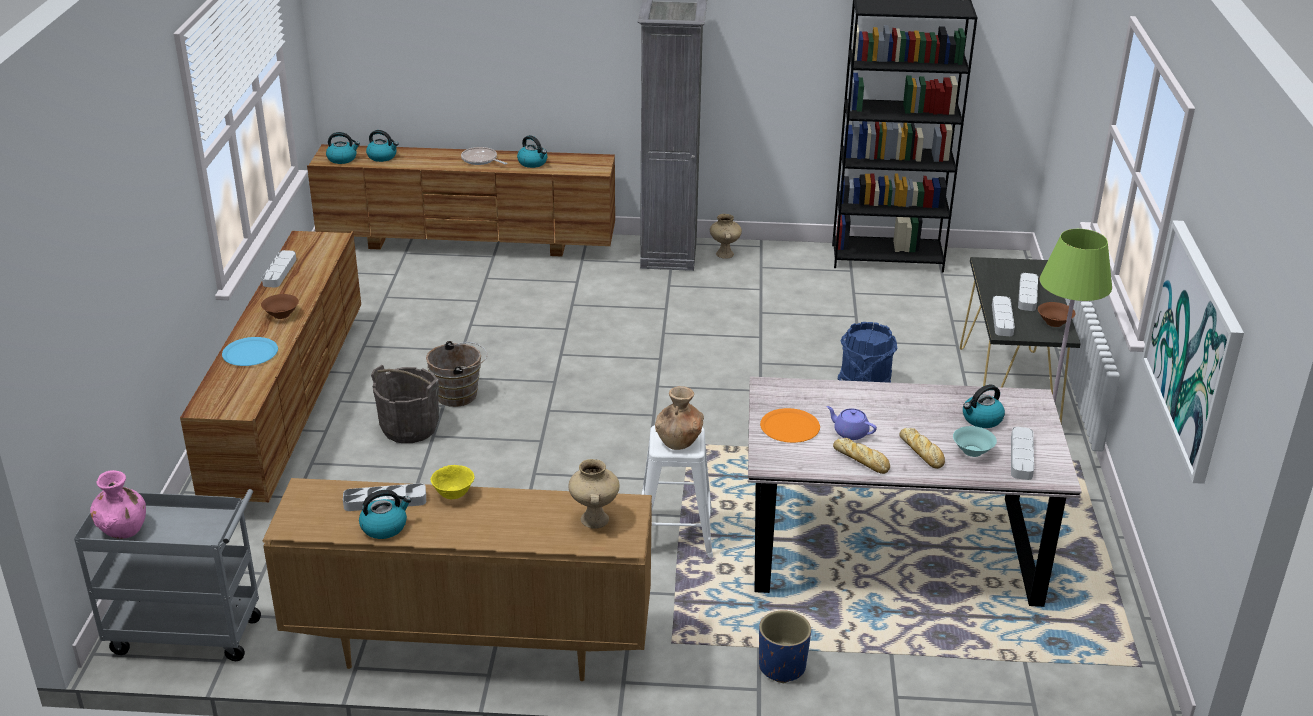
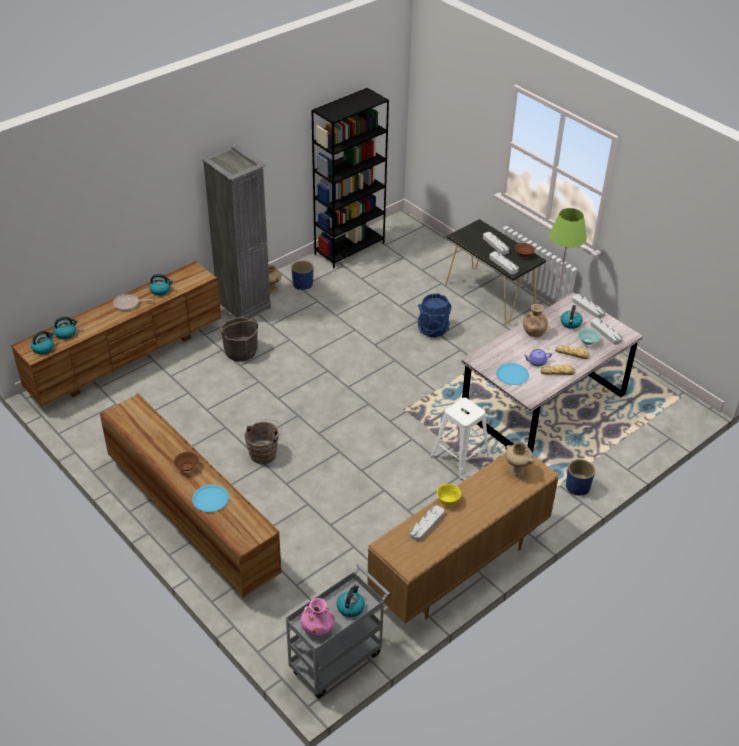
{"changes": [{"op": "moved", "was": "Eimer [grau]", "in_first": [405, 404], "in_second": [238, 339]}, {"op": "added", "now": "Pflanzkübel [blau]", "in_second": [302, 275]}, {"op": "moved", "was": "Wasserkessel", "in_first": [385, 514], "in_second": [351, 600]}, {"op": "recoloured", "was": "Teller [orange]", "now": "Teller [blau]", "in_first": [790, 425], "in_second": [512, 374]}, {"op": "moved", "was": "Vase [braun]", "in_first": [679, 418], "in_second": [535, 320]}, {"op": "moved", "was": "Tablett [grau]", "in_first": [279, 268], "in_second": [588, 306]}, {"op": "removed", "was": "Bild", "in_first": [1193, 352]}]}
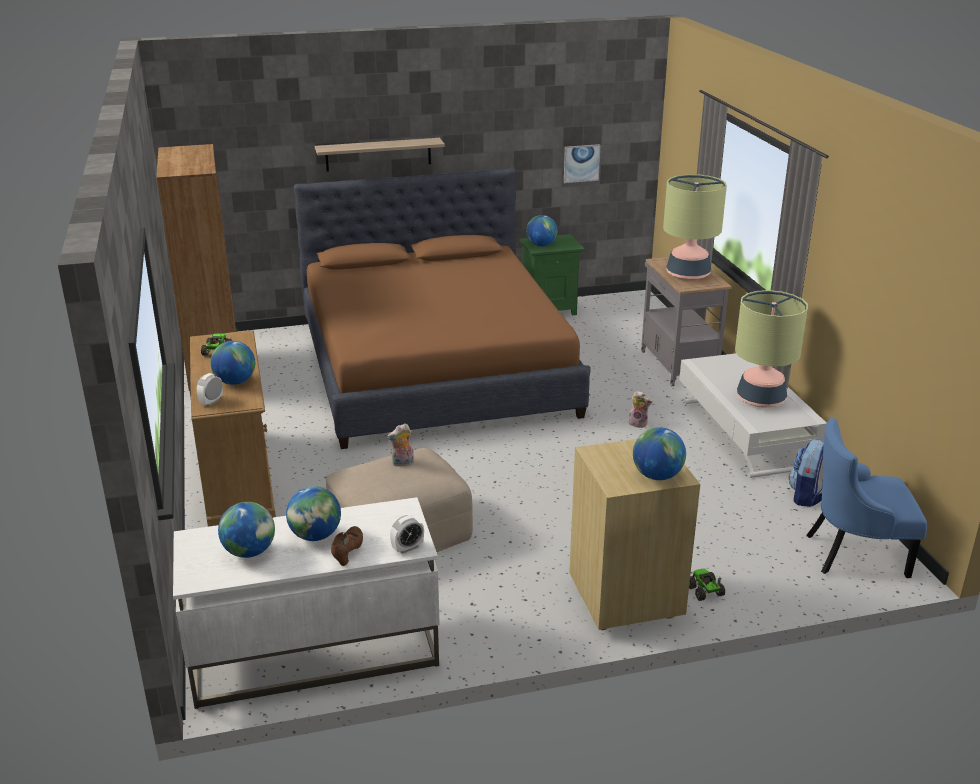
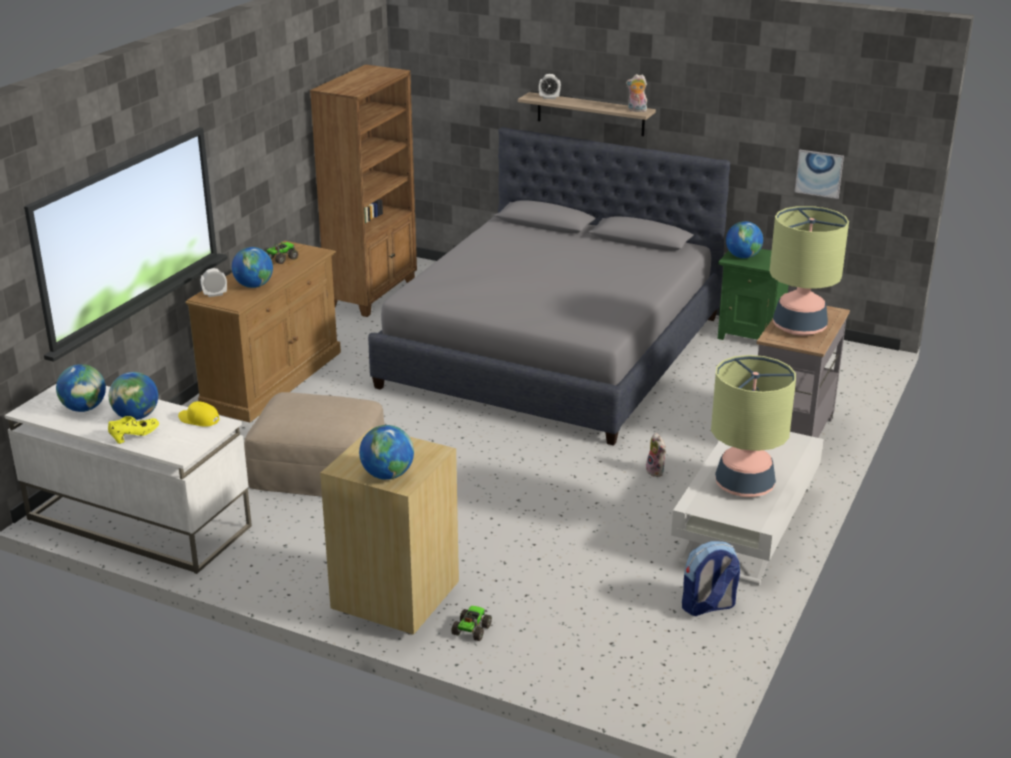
{"changes": [{"op": "recoloured", "was": "Schuh [braun]", "now": "Schuh [gelb]", "in_first": [347, 546], "in_second": [133, 430]}, {"op": "added", "now": "Kappe [gelb]", "in_second": [199, 414]}, {"op": "recoloured", "was": "Bett [braun]", "now": "Bett [grau]", "in_first": [442, 308], "in_second": [549, 286]}, {"op": "moved", "was": "Wecker", "in_first": [407, 534], "in_second": [550, 86]}, {"op": "moved", "was": "Plüschtier", "in_first": [400, 445], "in_second": [636, 93]}, {"op": "removed", "was": "Stuhl [blau]", "in_first": [866, 498]}]}
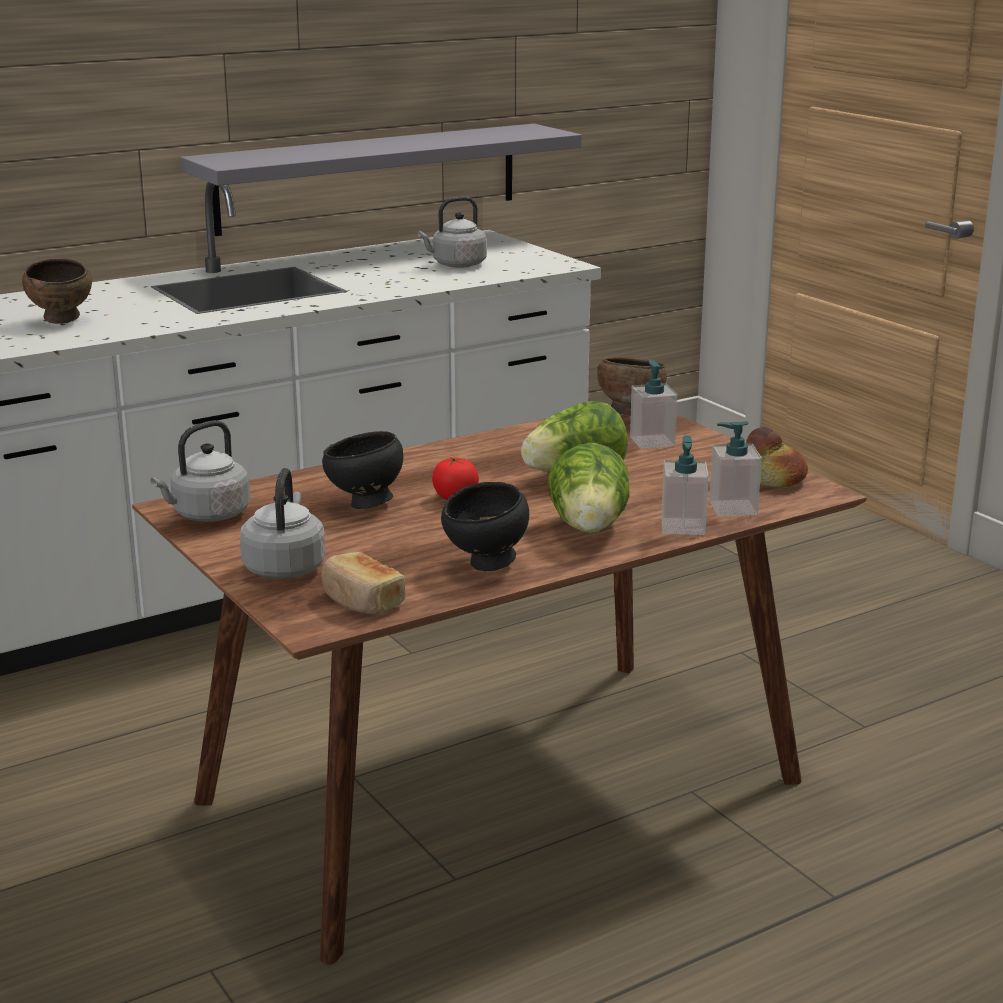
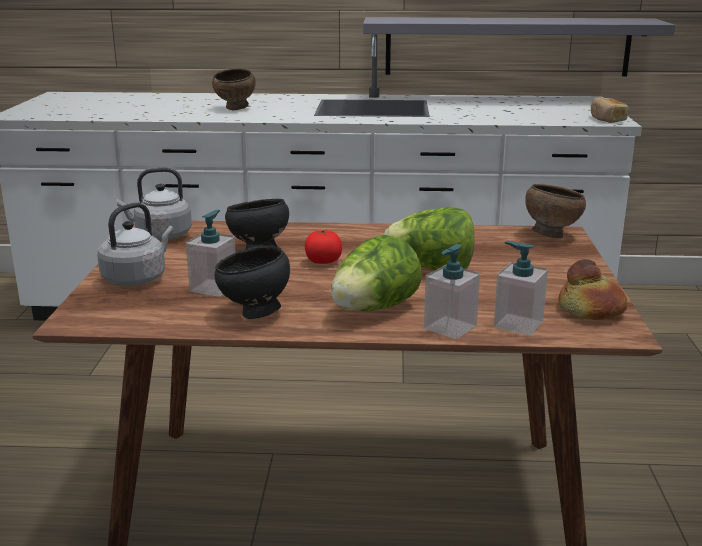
{"changes": [{"op": "moved", "was": "Seifenspender", "in_first": [654, 404], "in_second": [211, 253]}, {"op": "moved", "was": "Brot", "in_first": [363, 583], "in_second": [610, 110]}, {"op": "removed", "was": "Wasserkessel [grau]", "in_first": [452, 232]}]}
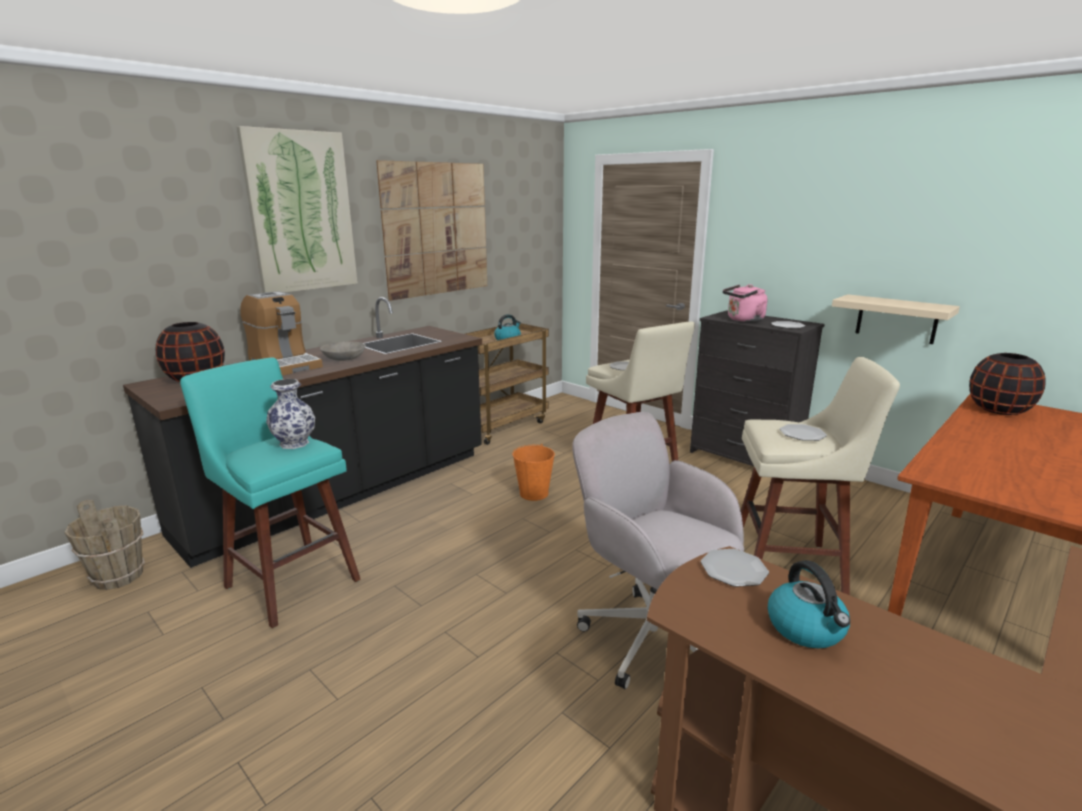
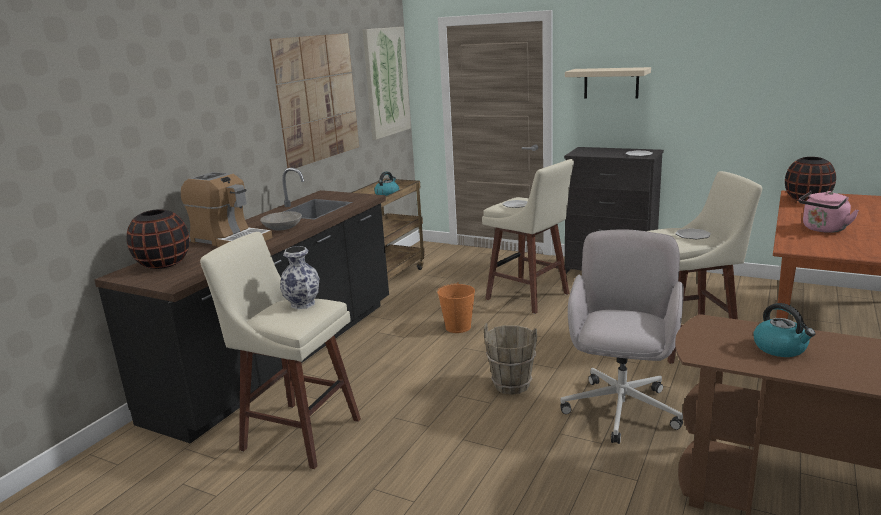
{"changes": [{"op": "recoloured", "was": "Hocker [türkis]", "now": "Hocker [beige]", "in_first": [270, 493], "in_second": [280, 350]}, {"op": "moved", "was": "Bild", "in_first": [297, 209], "in_second": [386, 83]}, {"op": "moved", "was": "Eimer [braun]", "in_first": [104, 545], "in_second": [510, 359]}, {"op": "turned", "was": "Bürostuhl [grau]", "in_first": [658, 550], "in_second": [622, 337], "clockwise": 75}, {"op": "moved", "was": "Wandregal [beige]", "in_first": [896, 319], "in_second": [608, 83]}, {"op": "moved", "was": "Wasserkessel [rosa]", "in_first": [745, 303], "in_second": [829, 212]}, {"op": "removed", "was": "Teller", "in_first": [735, 568]}]}
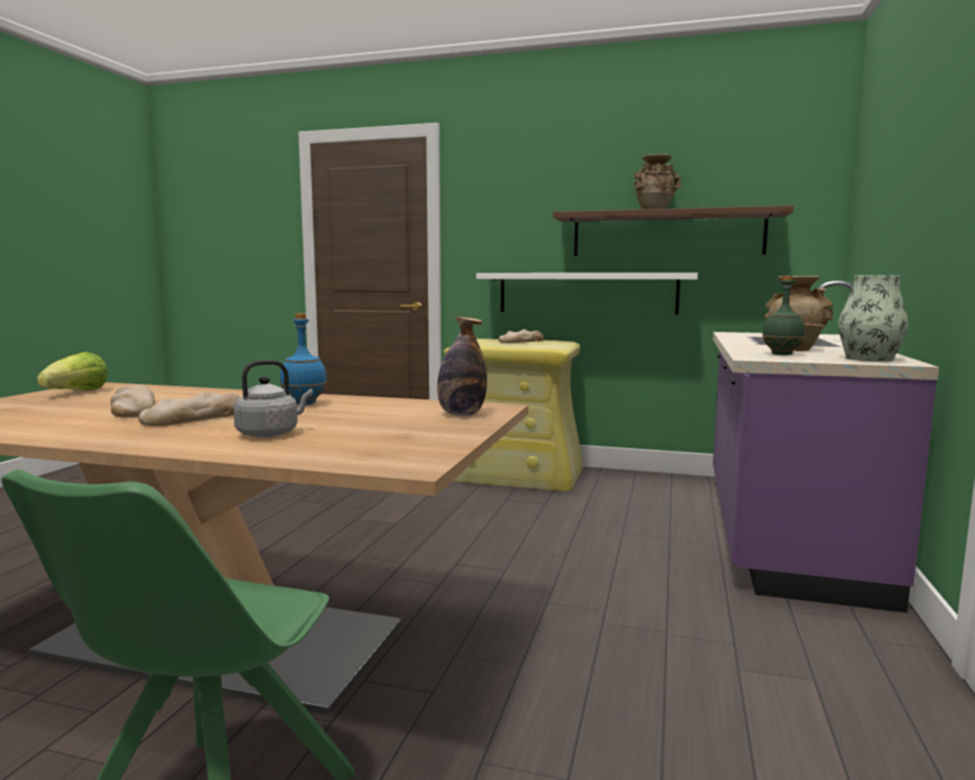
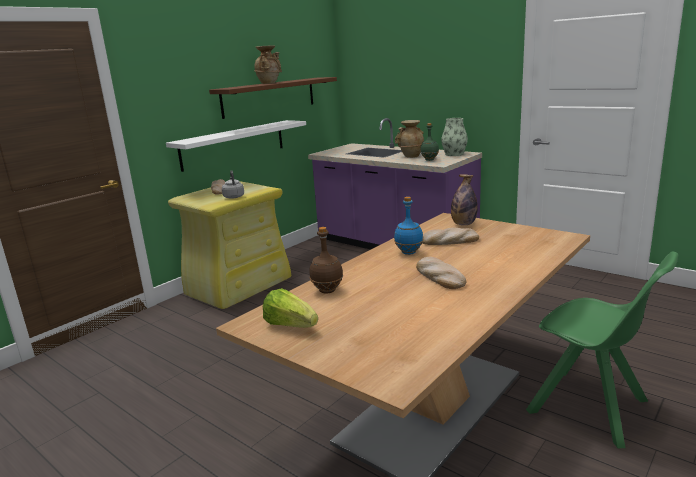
{"changes": [{"op": "moved", "was": "Wasserkessel [grau]", "in_first": [273, 399], "in_second": [233, 184]}, {"op": "added", "now": "Flasche [braun]", "in_second": [326, 260]}, {"op": "moved", "was": "Brot", "in_first": [133, 401], "in_second": [450, 236]}]}
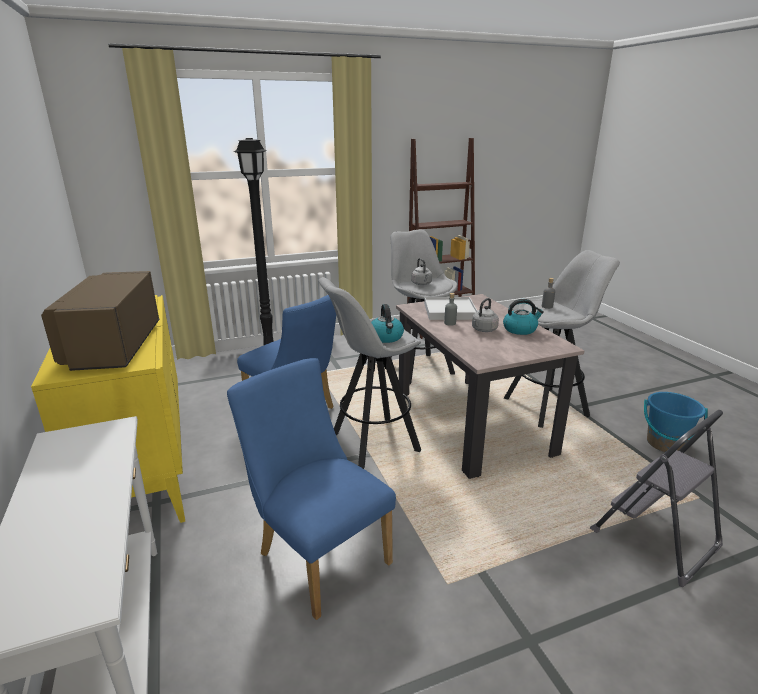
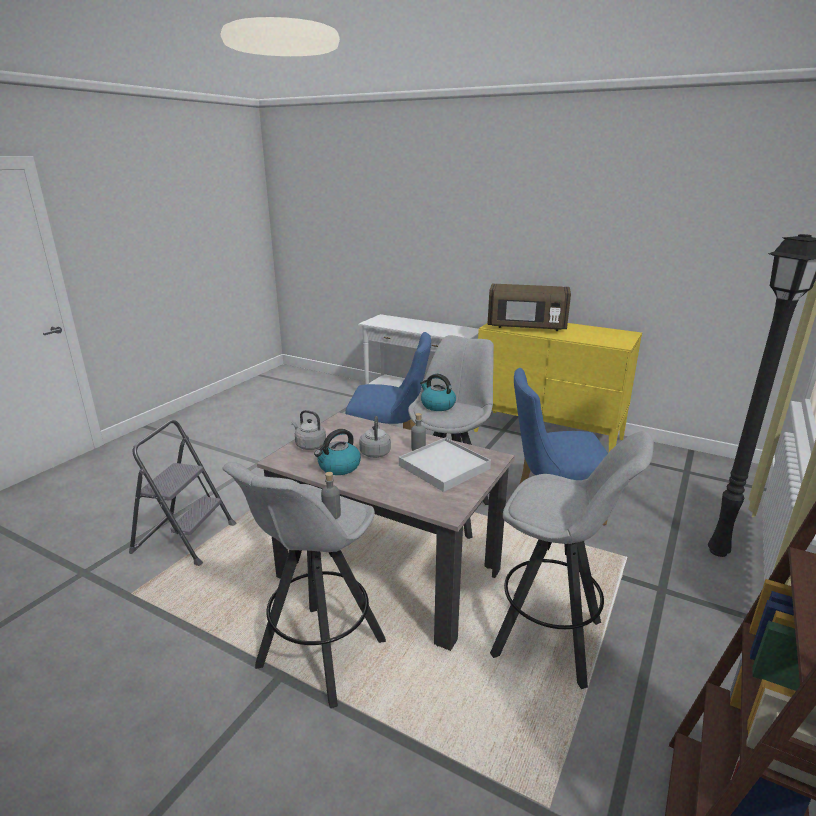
{"changes": [{"op": "moved", "was": "Wasserkessel [grau]", "in_first": [421, 271], "in_second": [309, 430]}, {"op": "turned", "was": "Mikrowelle [braun]", "in_first": [100, 321], "in_second": [529, 307], "clockwise": 150}, {"op": "removed", "was": "Eimer [blau]", "in_first": [676, 422]}]}
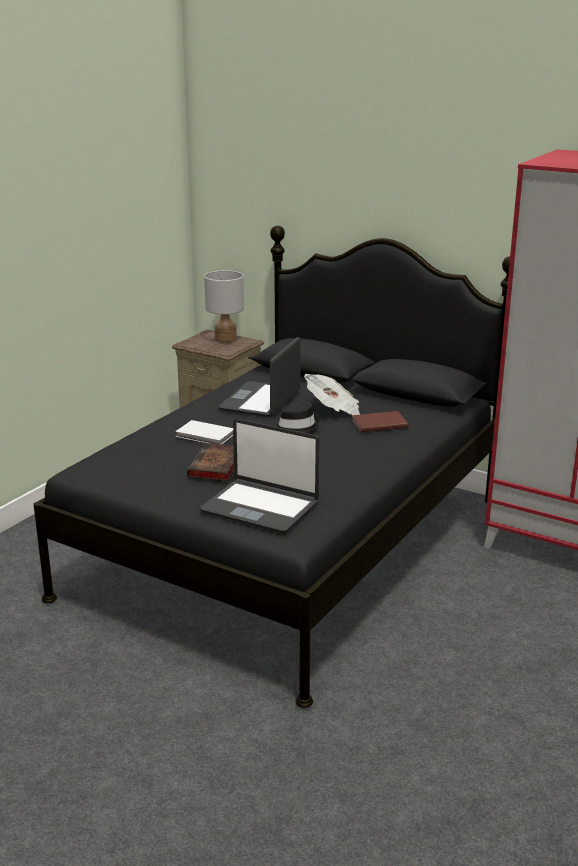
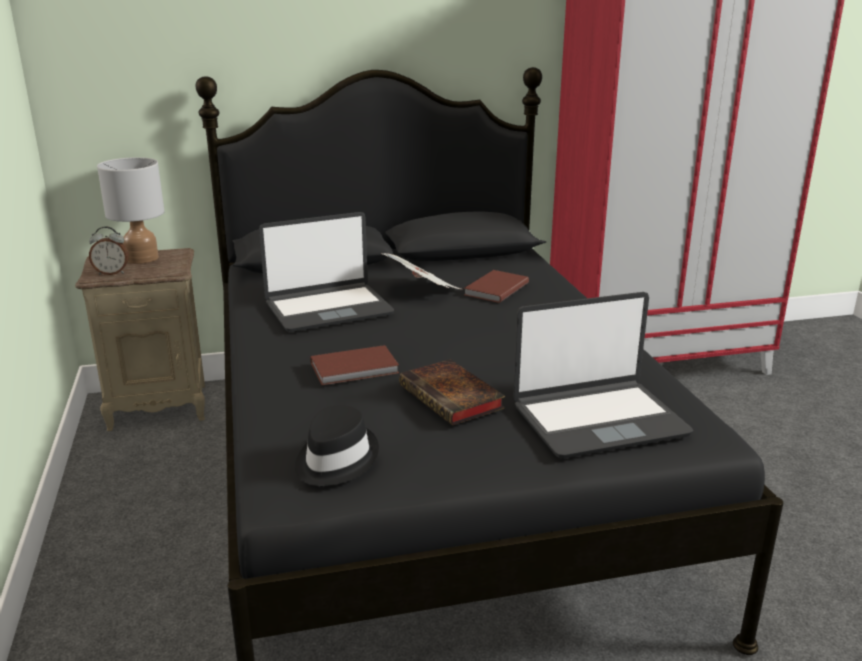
{"changes": [{"op": "added", "now": "Wecker", "in_second": [109, 250]}, {"op": "turned", "was": "Laptop", "in_first": [259, 377], "in_second": [326, 272], "clockwise": -90}, {"op": "moved", "was": "Hut [schwarz]", "in_first": [297, 417], "in_second": [337, 445]}, {"op": "recoloured", "was": "Buch [weiß]", "now": "Buch [braun]", "in_first": [204, 432], "in_second": [354, 365]}]}
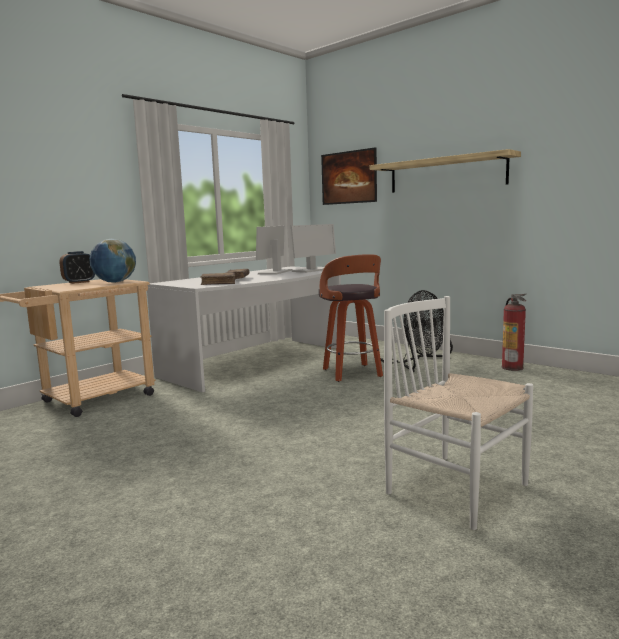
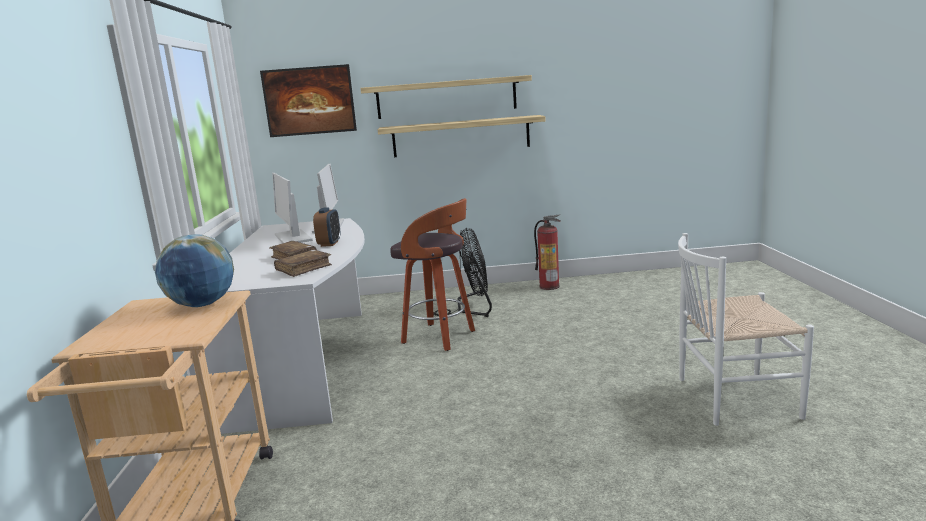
{"changes": [{"op": "moved", "was": "Wecker", "in_first": [77, 267], "in_second": [326, 227]}, {"op": "added", "now": "Wandregal", "in_second": [461, 136]}]}
